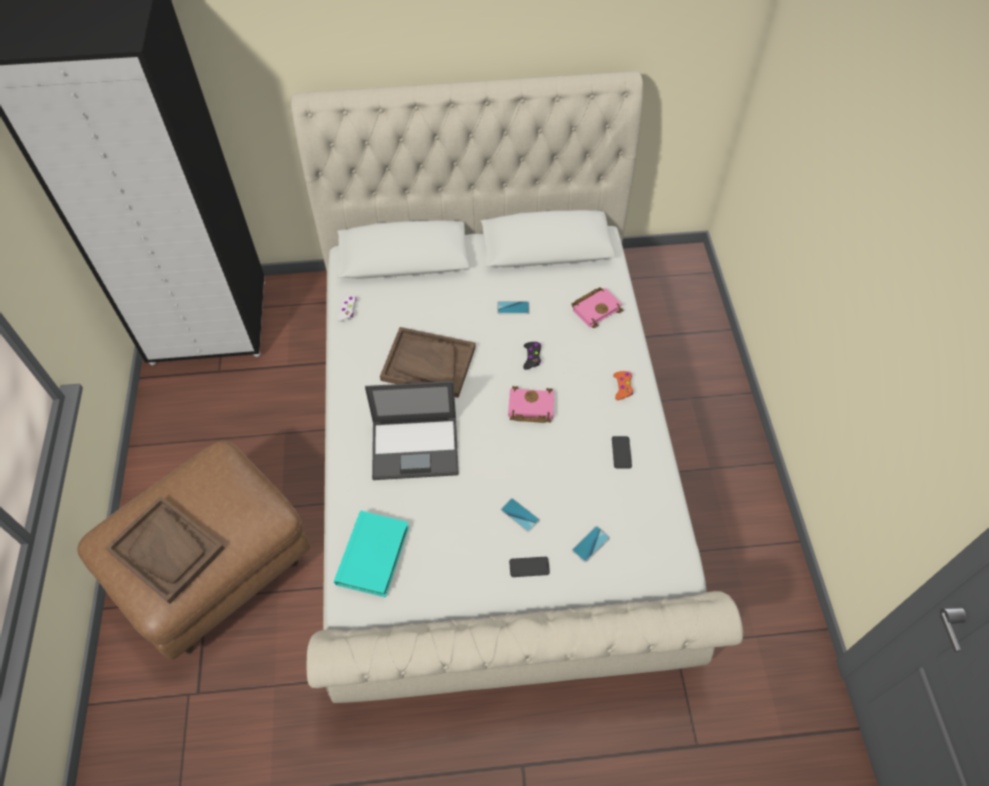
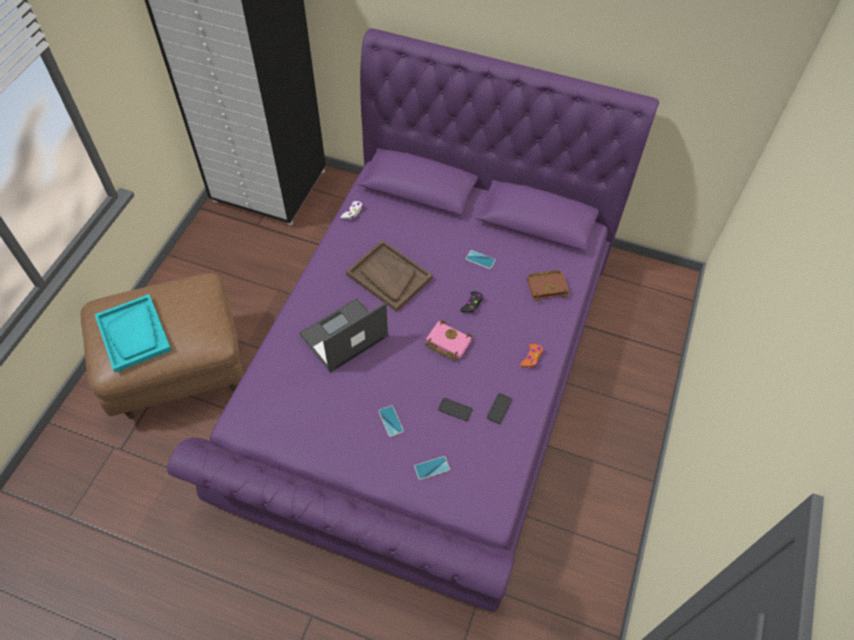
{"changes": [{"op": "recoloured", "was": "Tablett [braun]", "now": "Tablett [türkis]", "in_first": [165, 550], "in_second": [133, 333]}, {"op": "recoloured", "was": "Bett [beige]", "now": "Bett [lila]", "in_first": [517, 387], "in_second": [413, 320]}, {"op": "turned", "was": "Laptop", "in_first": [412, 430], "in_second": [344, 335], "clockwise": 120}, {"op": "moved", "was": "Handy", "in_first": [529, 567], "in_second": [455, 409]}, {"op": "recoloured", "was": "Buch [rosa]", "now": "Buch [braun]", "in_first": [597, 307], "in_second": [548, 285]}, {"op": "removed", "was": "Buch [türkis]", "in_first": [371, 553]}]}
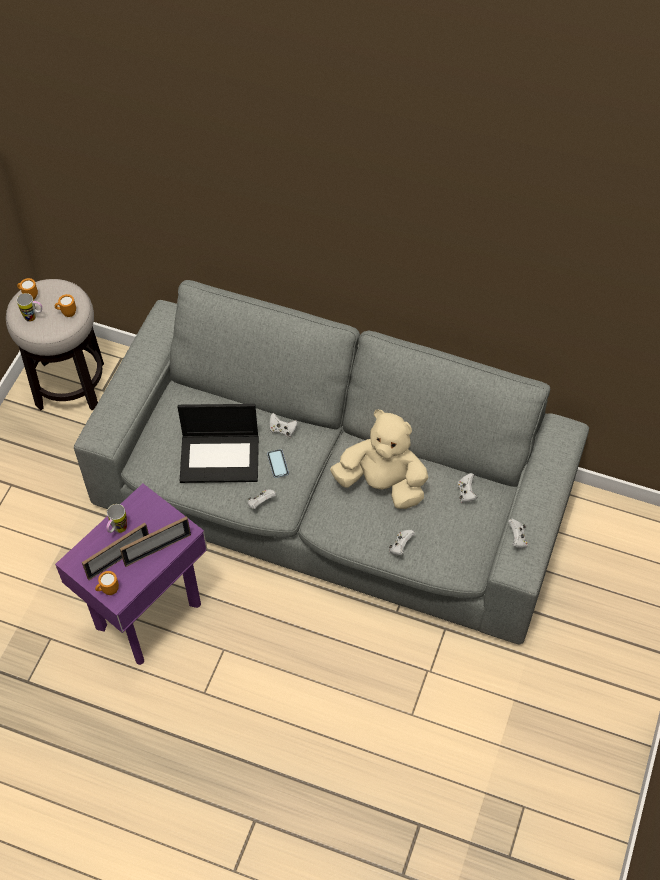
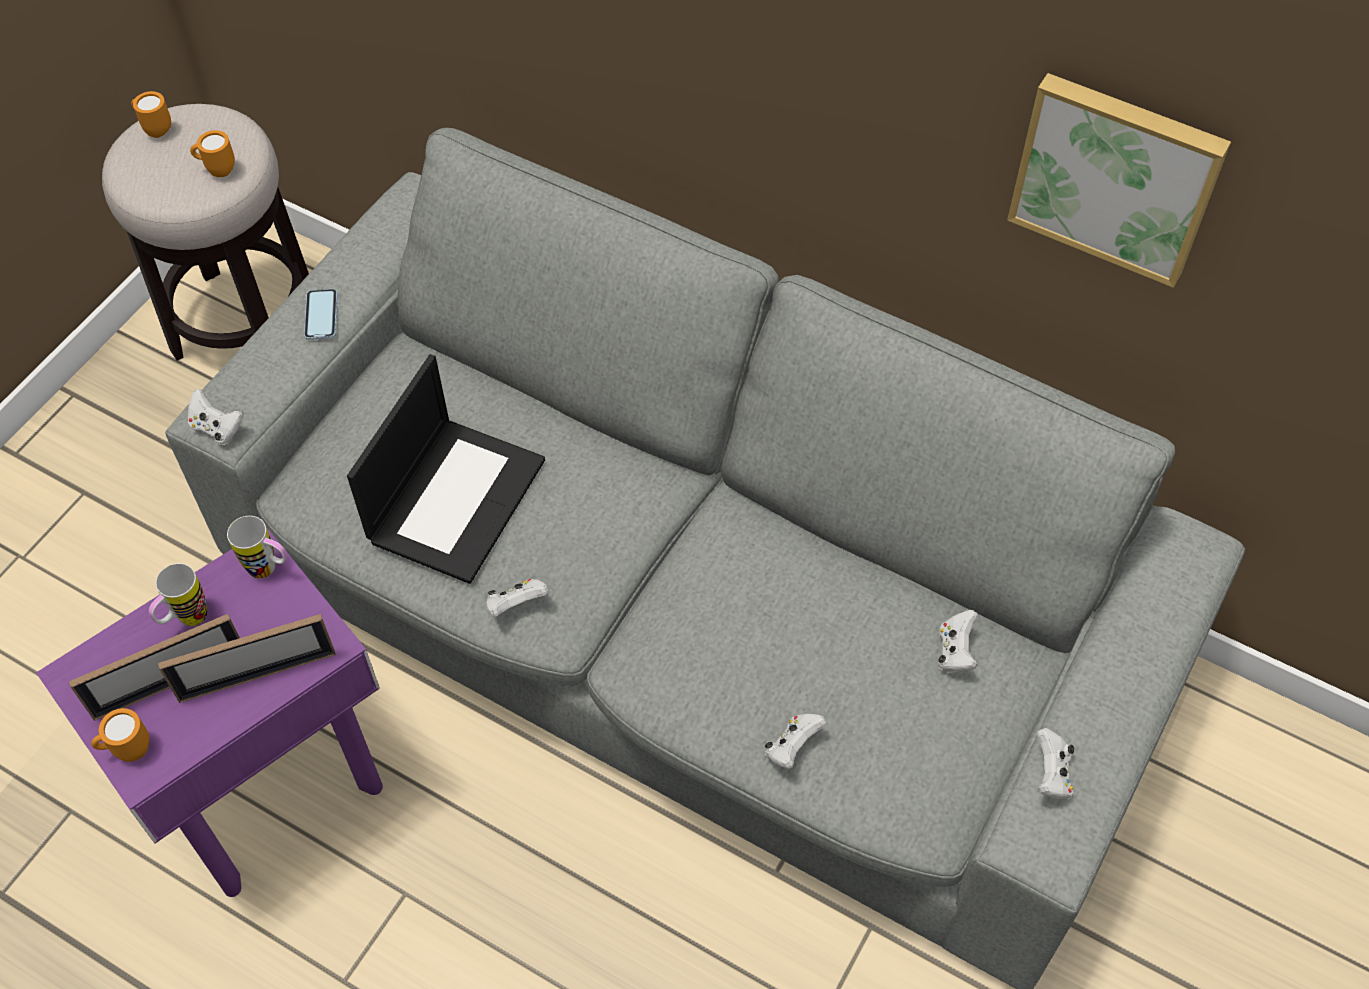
{"changes": [{"op": "moved", "was": "Gamepad [weiß]", "in_first": [284, 425], "in_second": [216, 417]}, {"op": "moved", "was": "Henkelbecher", "in_first": [29, 307], "in_second": [257, 547]}, {"op": "moved", "was": "Handy", "in_first": [278, 463], "in_second": [321, 314]}, {"op": "turned", "was": "Laptop", "in_first": [218, 443], "in_second": [446, 469], "clockwise": -75}, {"op": "added", "now": "Bild", "in_second": [1119, 180]}, {"op": "removed", "was": "Plüschtier [beige]", "in_first": [379, 459]}]}
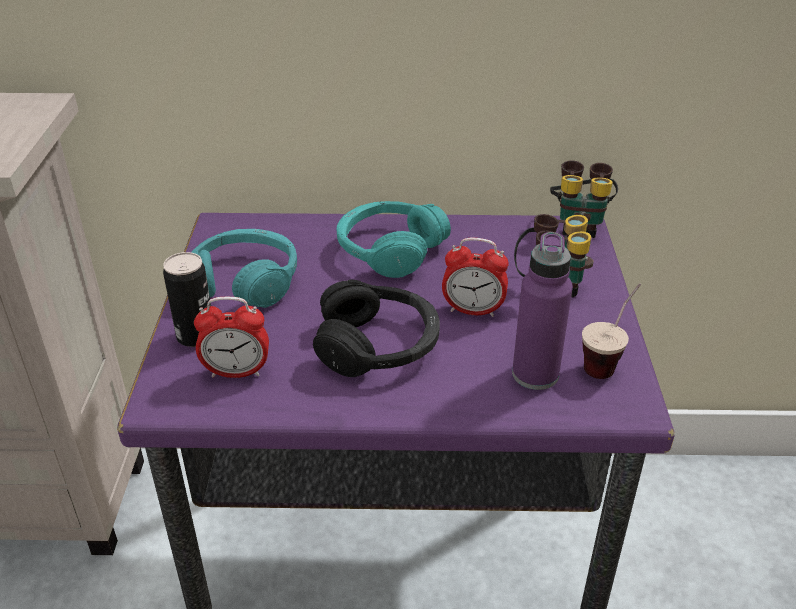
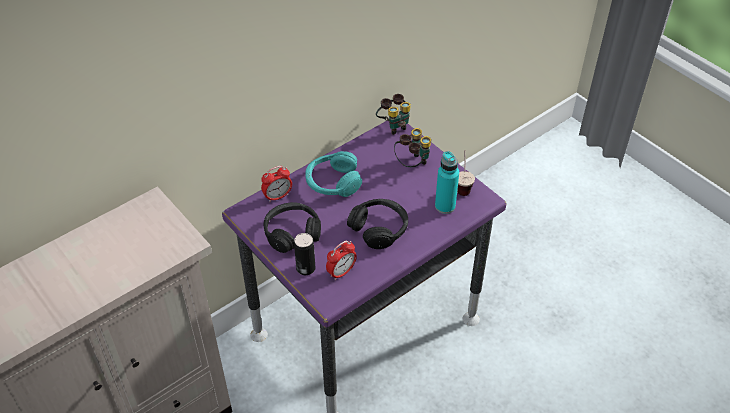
{"changes": [{"op": "moved", "was": "Wecker", "in_first": [475, 277], "in_second": [276, 184]}, {"op": "recoloured", "was": "Kopfhörer [türkis]", "now": "Kopfhörer [schwarz]", "in_first": [244, 268], "in_second": [292, 227]}, {"op": "recoloured", "was": "Flasche [lila]", "now": "Flasche [türkis]", "in_first": [542, 311], "in_second": [447, 182]}]}
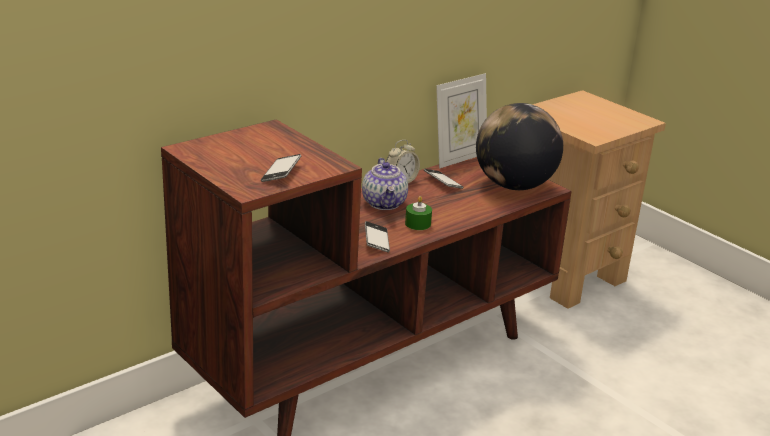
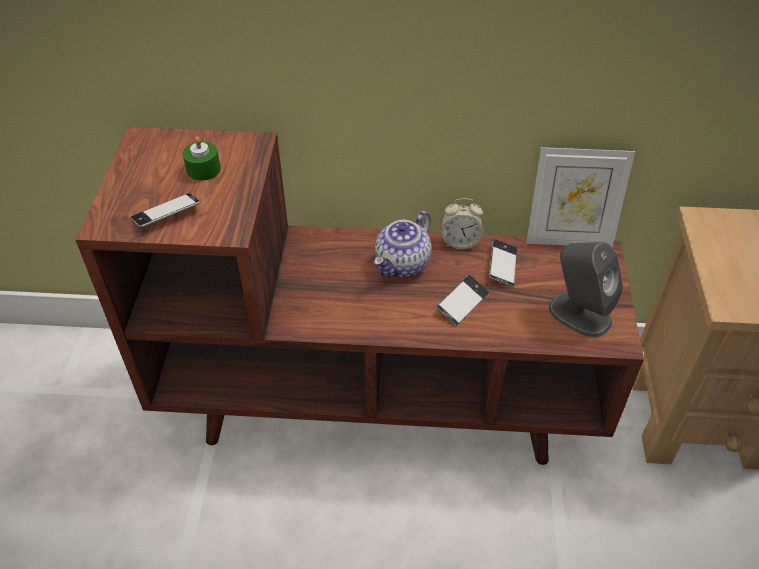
{"changes": [{"op": "moved", "was": "Kerze [grün]", "in_first": [418, 213], "in_second": [202, 159]}, {"op": "moved", "was": "Handy", "in_first": [377, 236], "in_second": [462, 300]}, {"op": "replaced", "was": "Globus", "now": "Lautsprecher [grau]", "in_first": [519, 146], "in_second": [586, 289]}]}
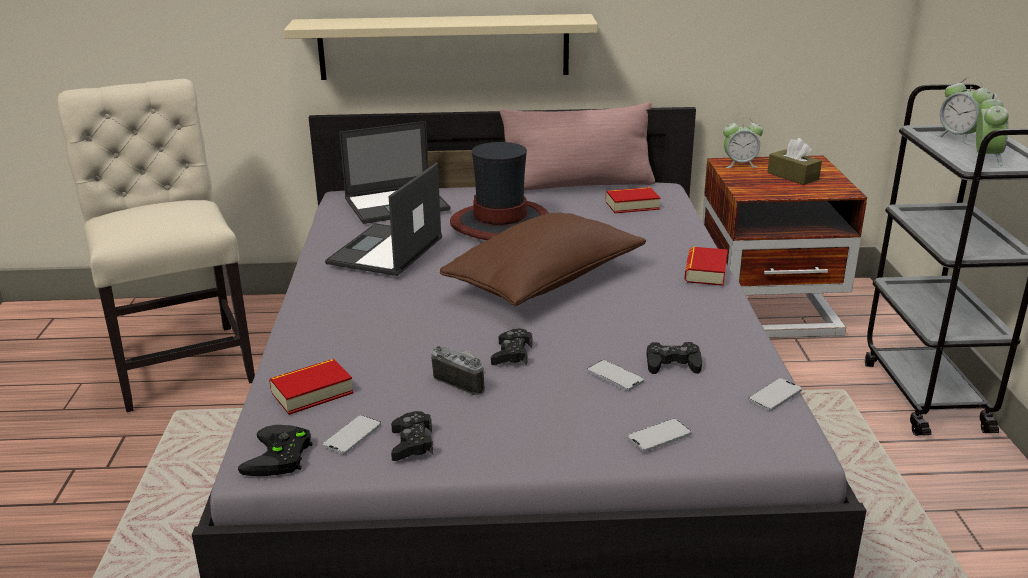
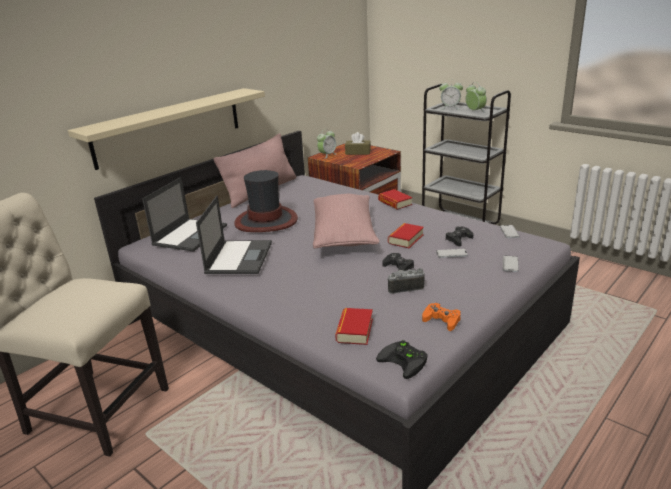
{"changes": [{"op": "turned", "was": "Laptop", "in_first": [383, 219], "in_second": [234, 234], "clockwise": -150}, {"op": "recoloured", "was": "Kissen [braun]", "now": "Kissen [rosa]", "in_first": [543, 259], "in_second": [346, 221]}, {"op": "moved", "was": "Buch", "in_first": [633, 200], "in_second": [406, 235]}, {"op": "recoloured", "was": "Gamepad [schwarz]", "now": "Gamepad [orange]", "in_first": [412, 436], "in_second": [441, 317]}, {"op": "removed", "was": "Handy", "in_first": [351, 435]}]}
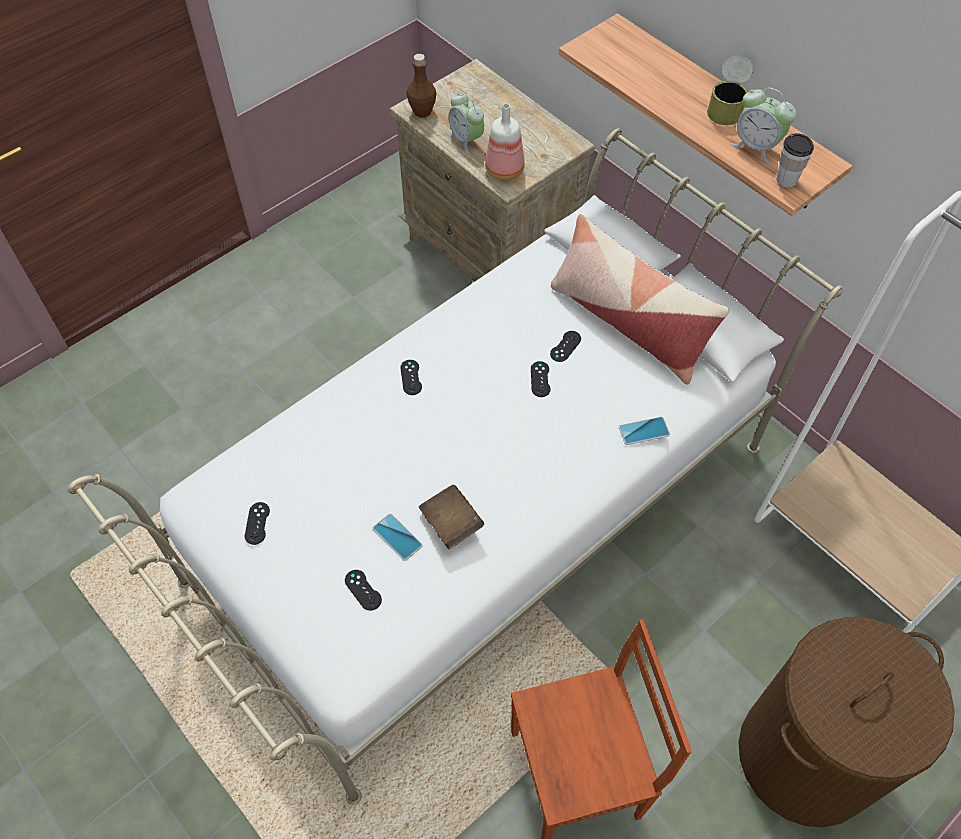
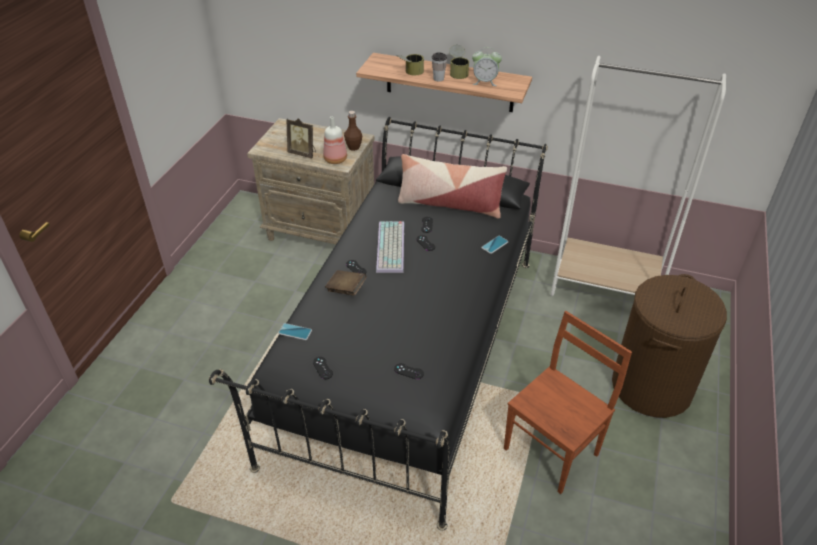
{"changes": [{"op": "recoloured", "was": "Bett [weiß]", "now": "Bett [schwarz]", "in_first": [455, 466], "in_second": [378, 324]}, {"op": "moved", "was": "Handy", "in_first": [398, 537], "in_second": [295, 331]}, {"op": "replaced", "was": "Wecker", "now": "Bilderrahmen", "in_first": [466, 123], "in_second": [301, 138]}, {"op": "moved", "was": "Buch [braun]", "in_first": [451, 517], "in_second": [345, 283]}, {"op": "moved", "was": "Flasche [braun]", "in_first": [421, 86], "in_second": [353, 131]}, {"op": "added", "now": "Tastatur", "in_second": [390, 247]}, {"op": "added", "now": "Dose", "in_second": [410, 65]}, {"op": "moved", "was": "Tasse", "in_first": [795, 160], "in_second": [439, 66]}]}
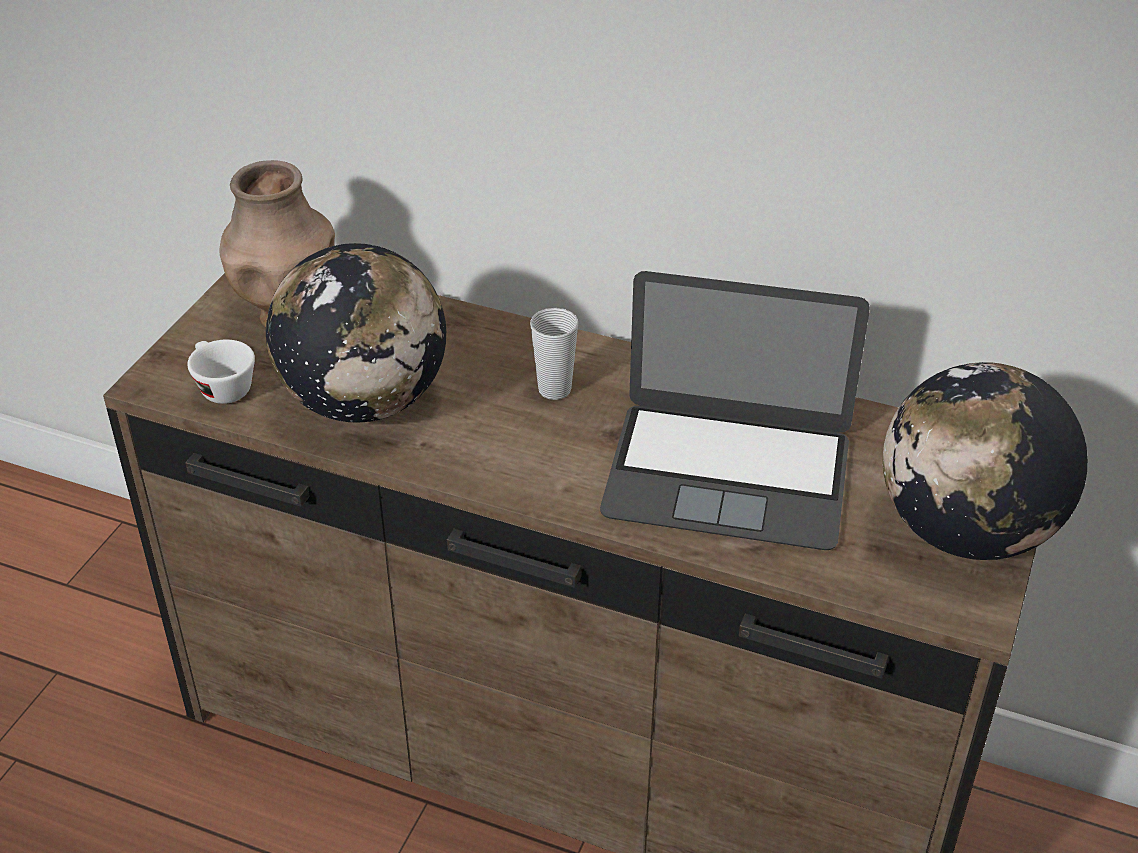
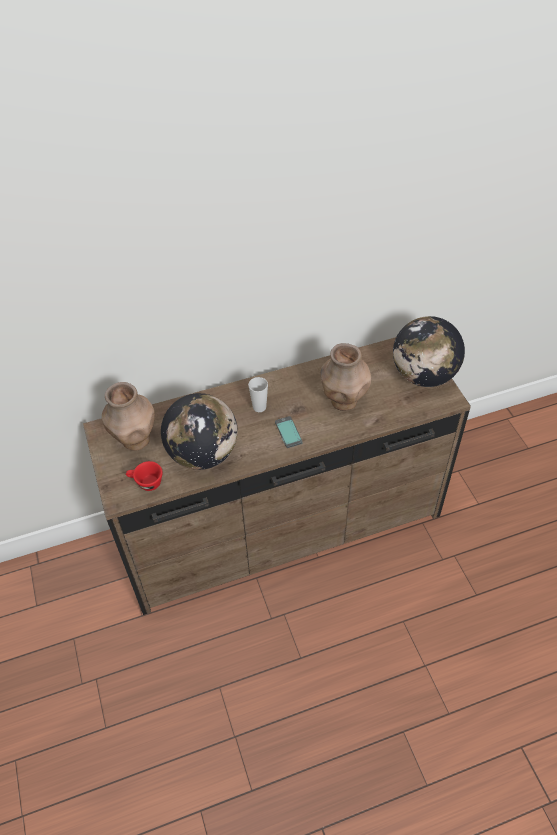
{"changes": [{"op": "recoloured", "was": "Tasse [weiß]", "now": "Tasse [rot]", "in_first": [221, 372], "in_second": [144, 476]}, {"op": "added", "now": "Handy", "in_second": [289, 432]}, {"op": "replaced", "was": "Laptop", "now": "Vase [braun]", "in_first": [735, 410], "in_second": [346, 377]}]}
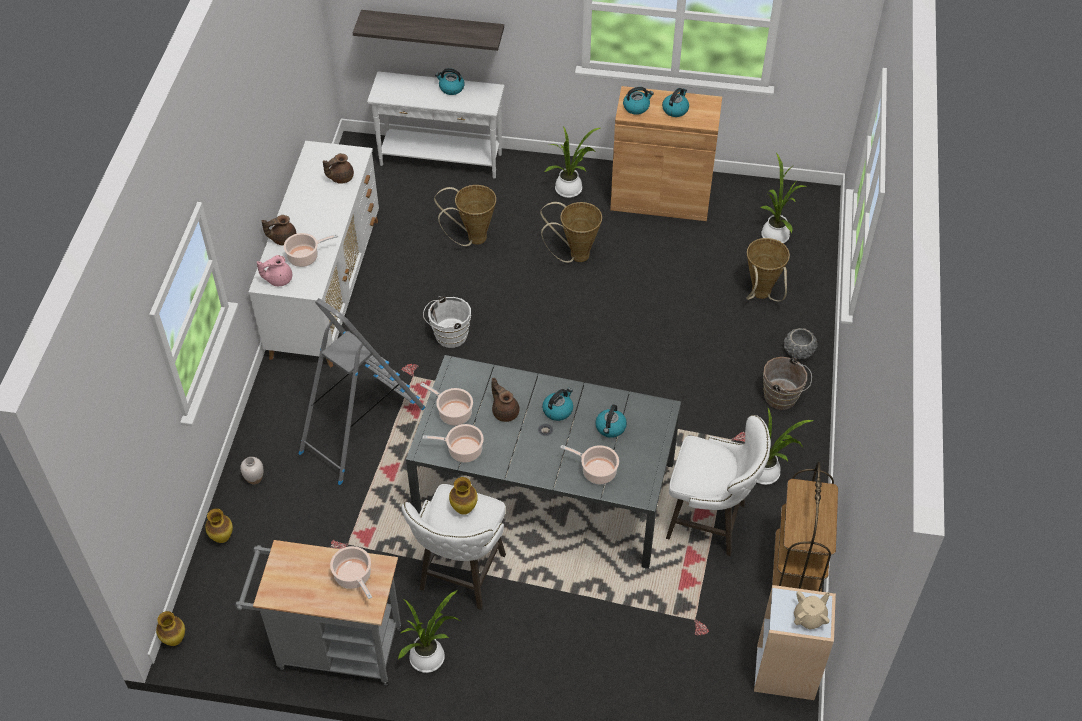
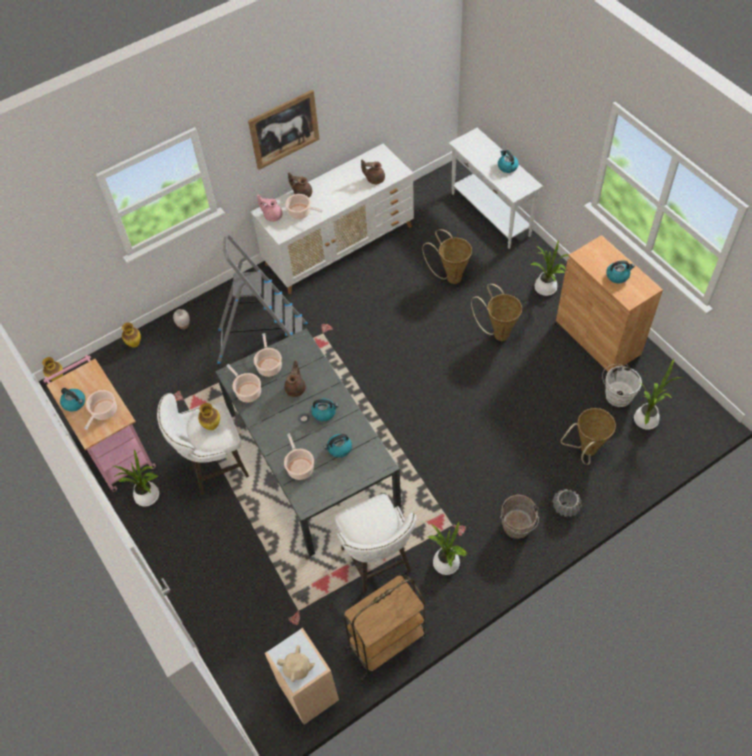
{"changes": [{"op": "recoloured", "was": "Rollwagen [grau]", "now": "Rollwagen [rosa]", "in_first": [318, 612], "in_second": [99, 423]}, {"op": "moved", "was": "Wasserkessel", "in_first": [638, 101], "in_second": [72, 399]}, {"op": "added", "now": "Bild", "in_second": [283, 130]}, {"op": "moved", "was": "Eimer [weiß]", "in_first": [447, 322], "in_second": [622, 385]}, {"op": "removed", "was": "Wandregal", "in_first": [428, 30]}]}
